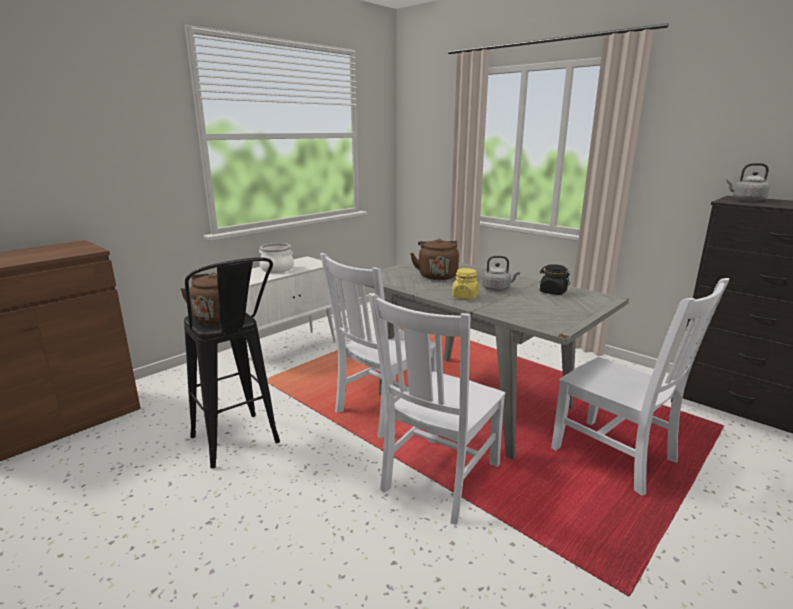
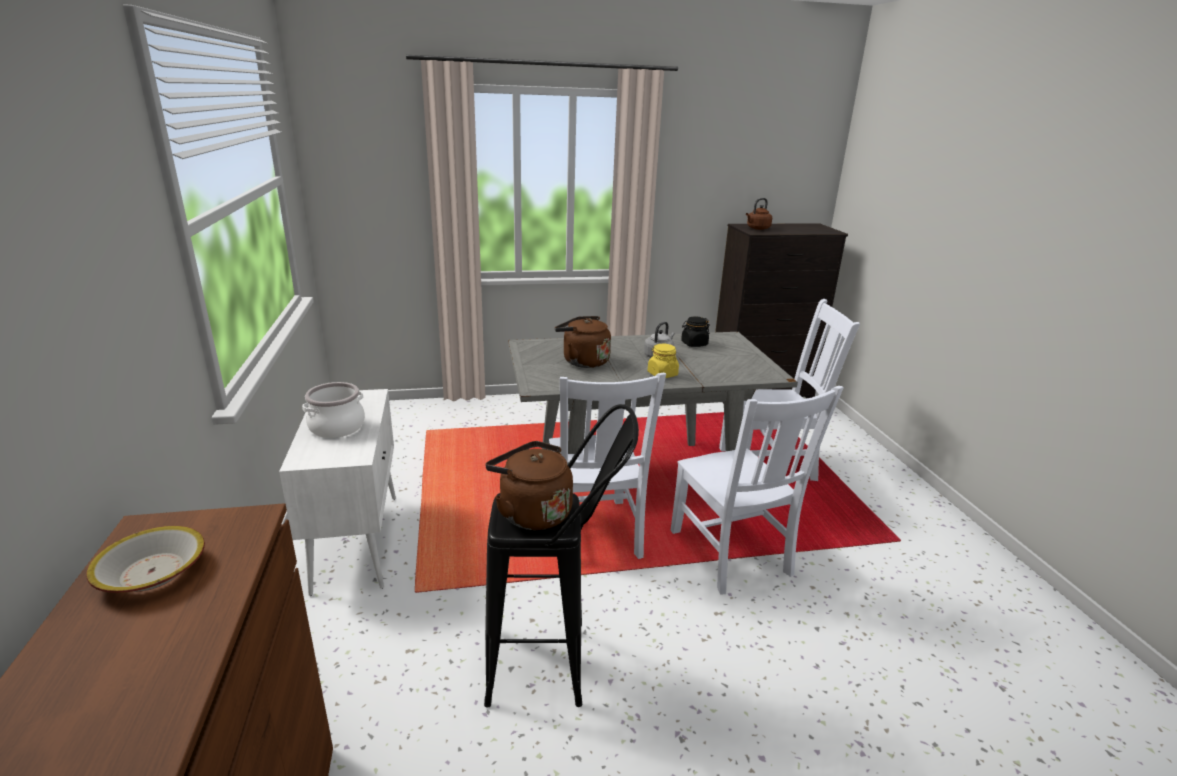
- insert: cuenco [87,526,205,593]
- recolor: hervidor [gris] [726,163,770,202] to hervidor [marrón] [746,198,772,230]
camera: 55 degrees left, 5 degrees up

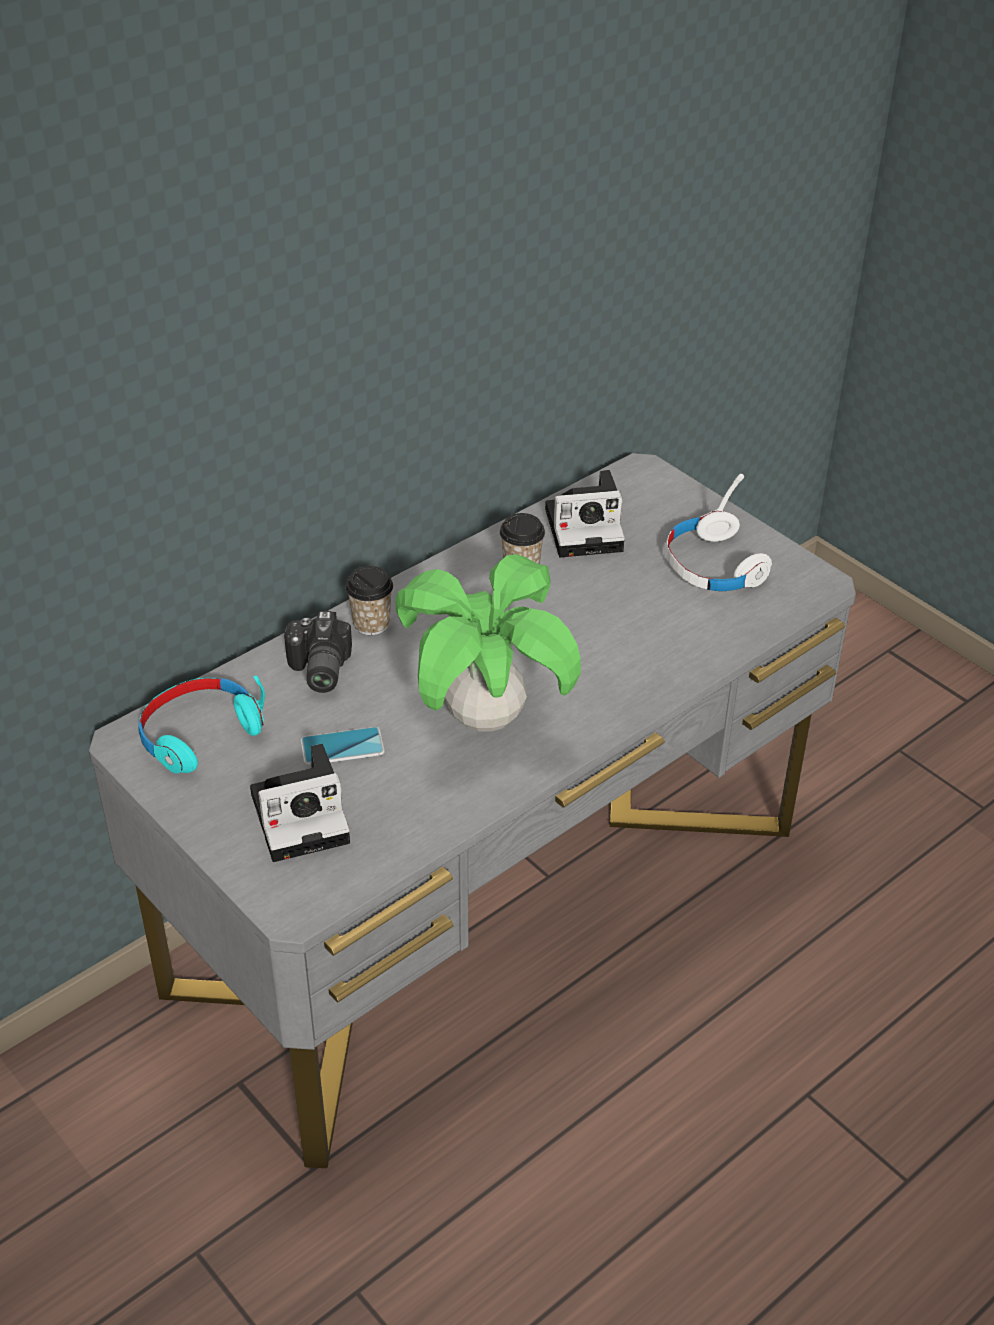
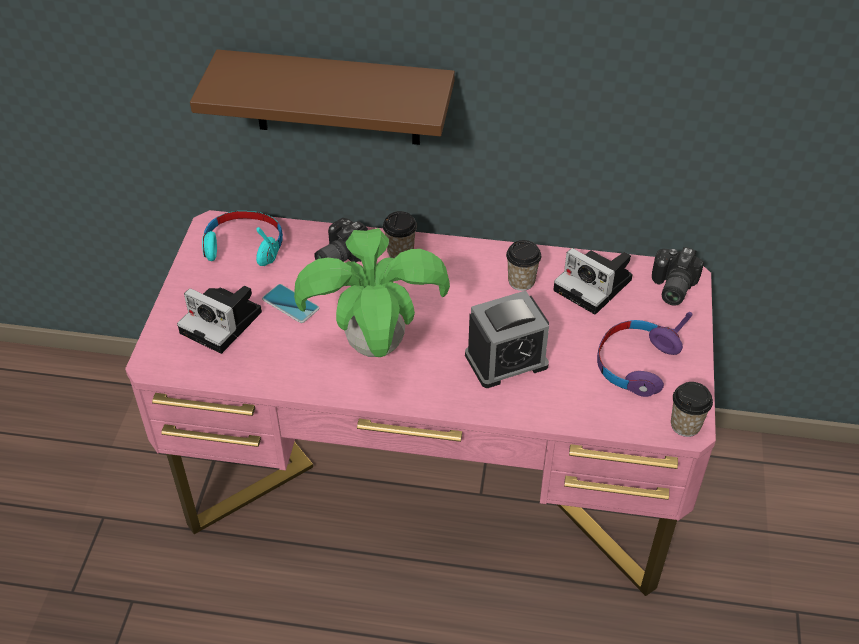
- recolor: escritorio [gris] [89,453,856,1168] to escritorio [rosa] [125,210,716,596]
- insert: estante [marrón] [190,49,455,145]
- insert: despertador [465,290,549,388]
- recolor: auriculares [blanco] [666,474,772,591] to auriculares [morado] [597,312,692,397]
- insert: cámara [652,247,704,306]
- insert: taza [671,382,713,437]
camera: 50 degrees right, 5 degrees up

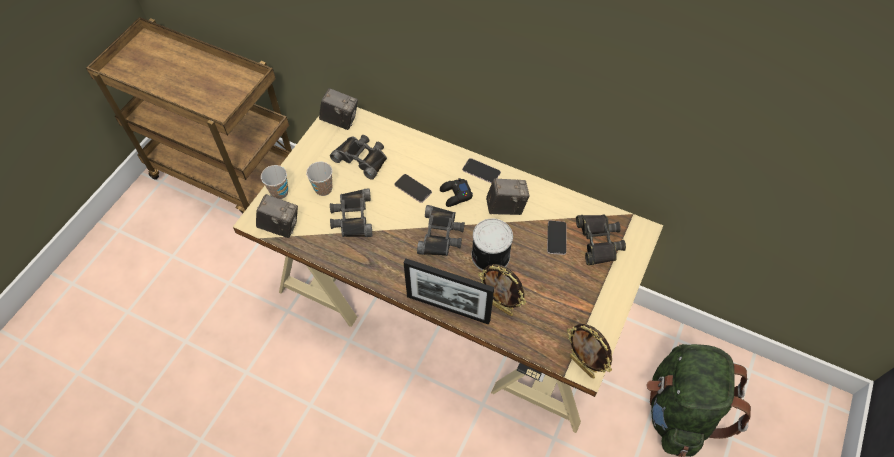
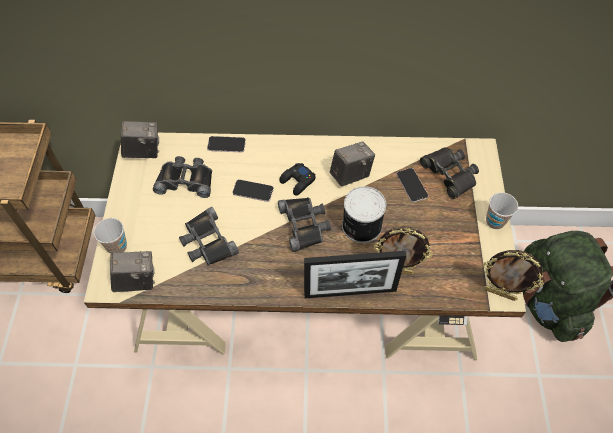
- move: móvil [462,158,501,183] to [207,136,246,152]
- move: taza [306,161,332,196] to [486,192,518,229]
camera: 25 degrees left, 0 degrees up

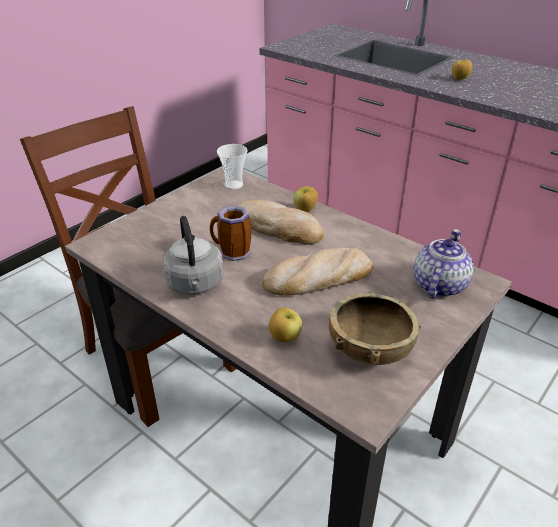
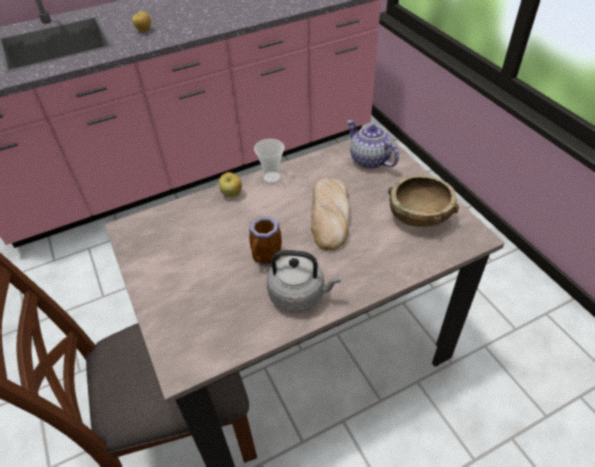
- move: taza [217,144,248,190] to [254,139,285,184]
- delete: pan [237,200,324,245]
- delete: manzana [269,308,302,343]
camera: 65 degrees left, 10 degrees up

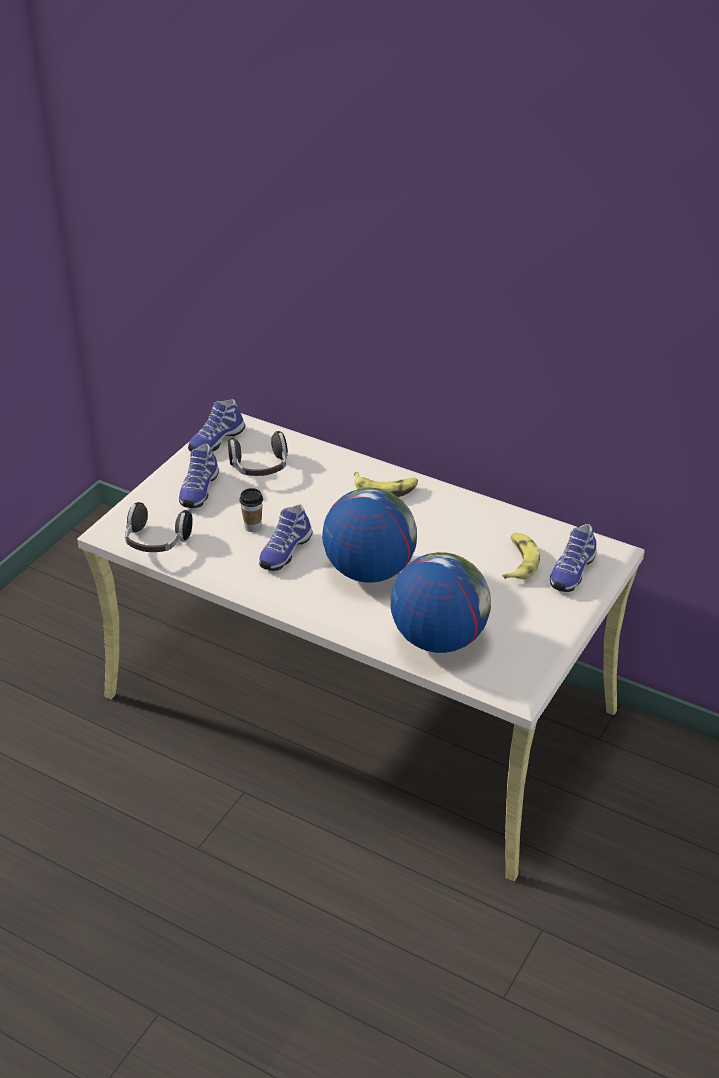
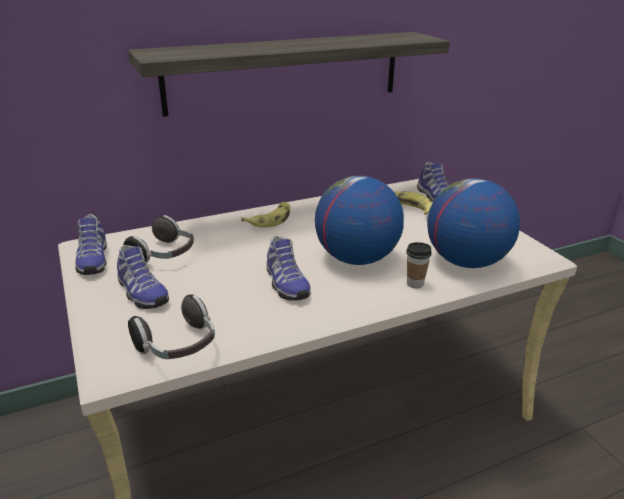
- insert: estante [128,32,450,117]
- move: taza [239,488,263,532] to [406,242,432,288]
camera: 55 degrees left, 10 degrees down

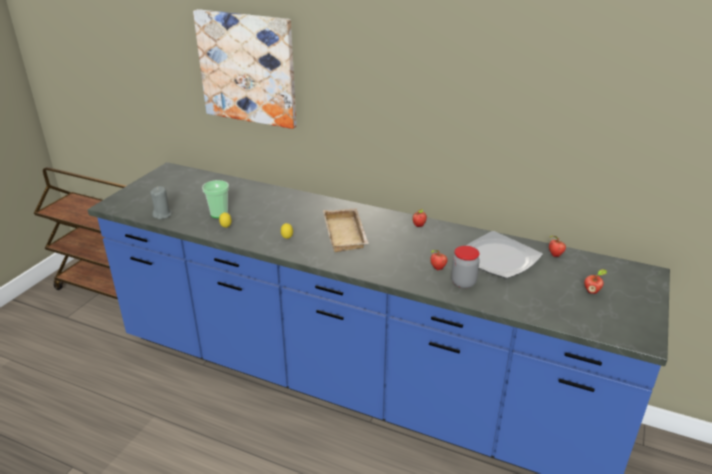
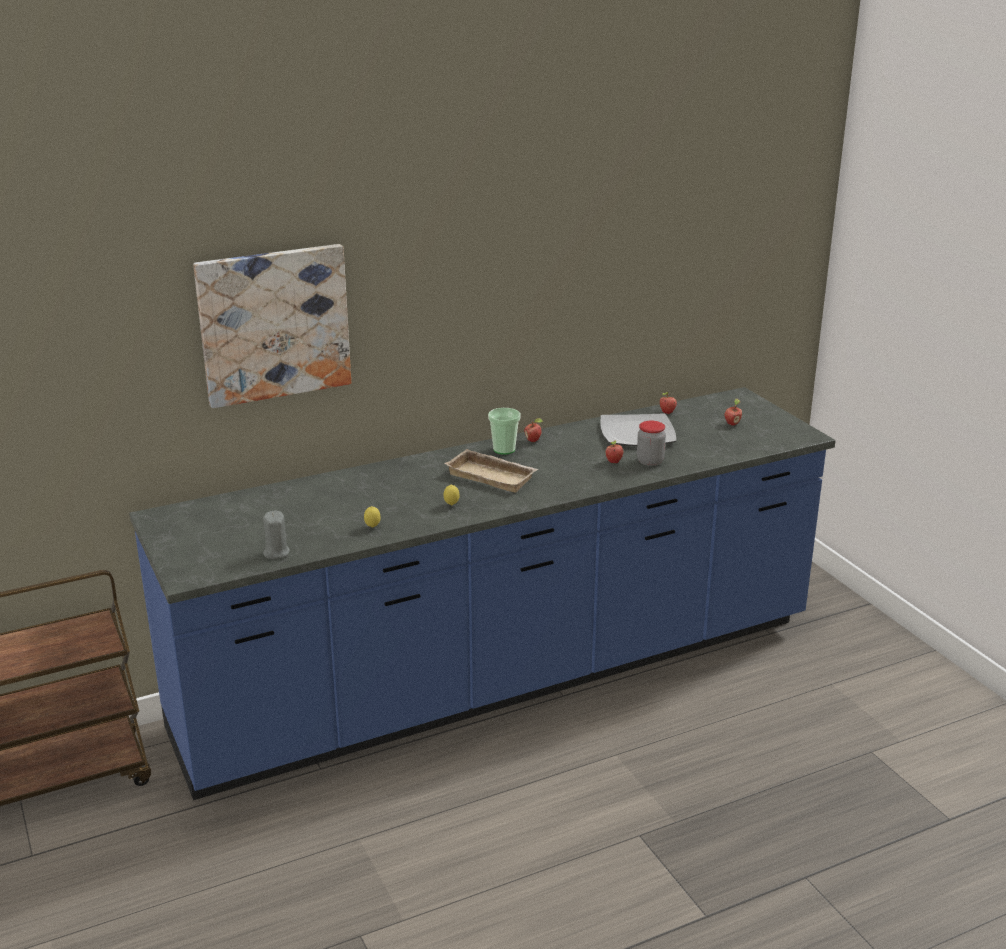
- move: taza [202,180,229,218] to [488,408,521,455]
camera: 50 degrees left, 5 degrees down

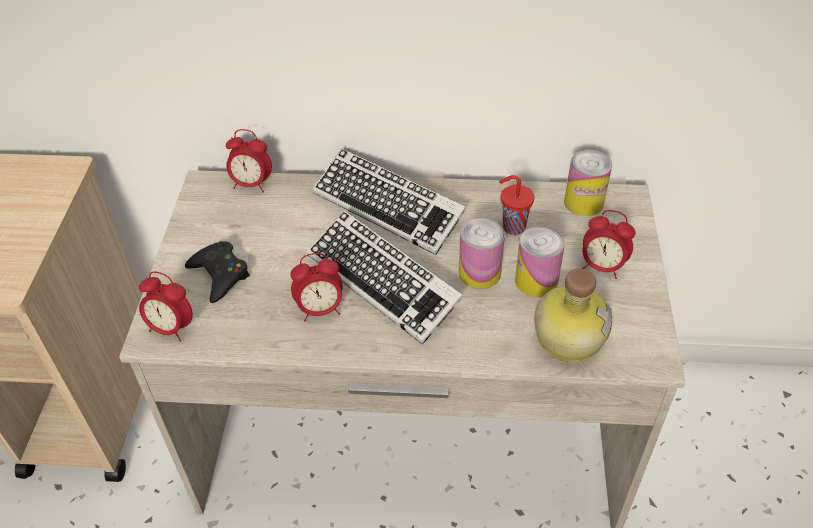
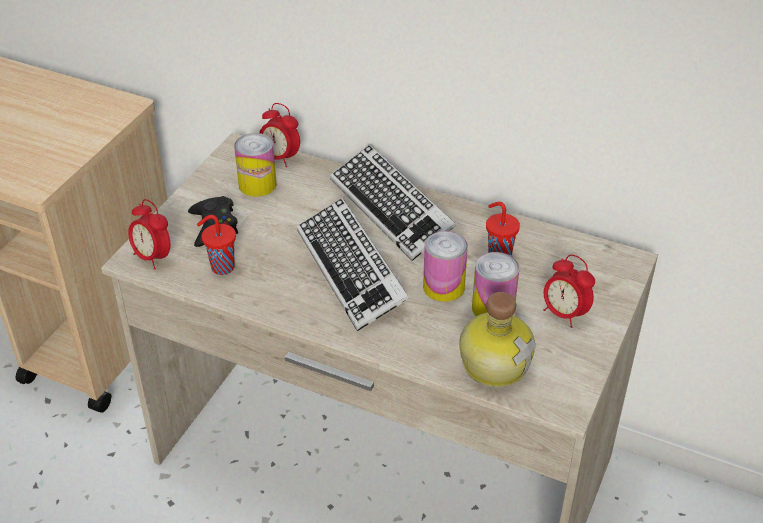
- insert: taza [rojo] [197,215,236,275]
- move: lata [564,150,612,216] to [234,133,276,197]
- delete: despertador [291,253,343,322]
camera: 20 degrees right, 5 degrees down

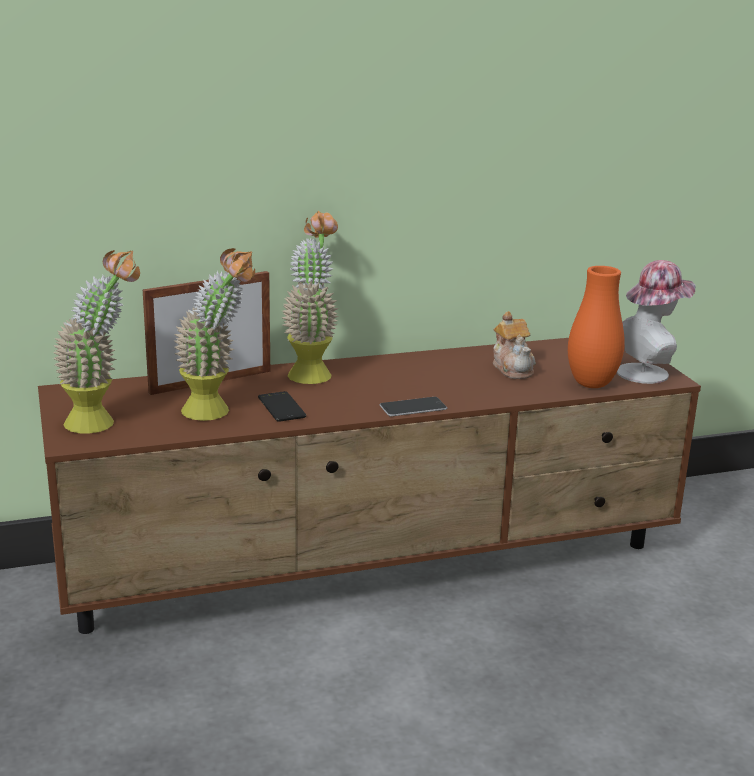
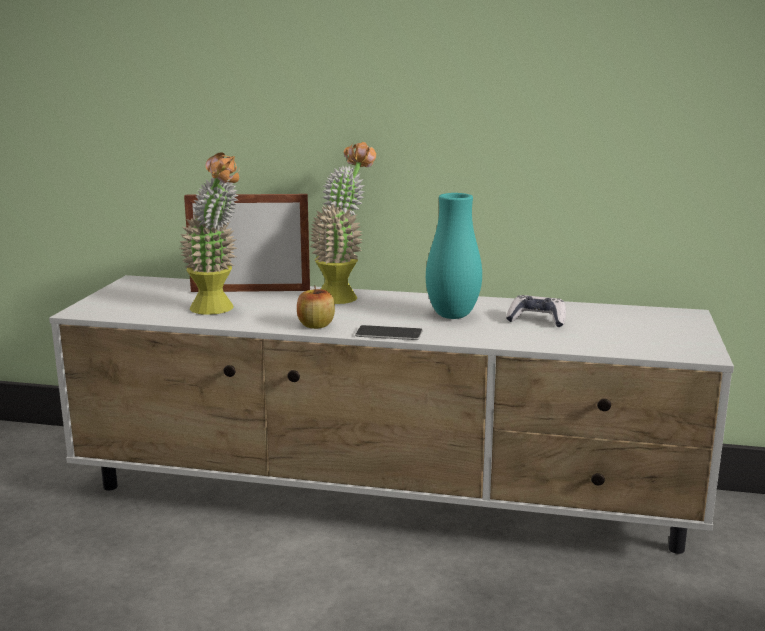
- recolor: mueble de televisión [marrón] [38,338,701,634] to mueble de televisión [blanco] [49,275,734,554]
- insert: manzana [297,285,335,329]
- insert: florero [turquesa] [426,193,482,319]
- replace: tetera [493,311,536,379] to mando de consola [506,295,566,327]
- delete: planta en maceta [53,250,140,434]
- delete: móvil [258,391,306,422]
- delete: florero [naranja] [568,266,625,388]
- delete: sombrero [617,260,696,384]
camera: 30 degrees right, 5 degrees down

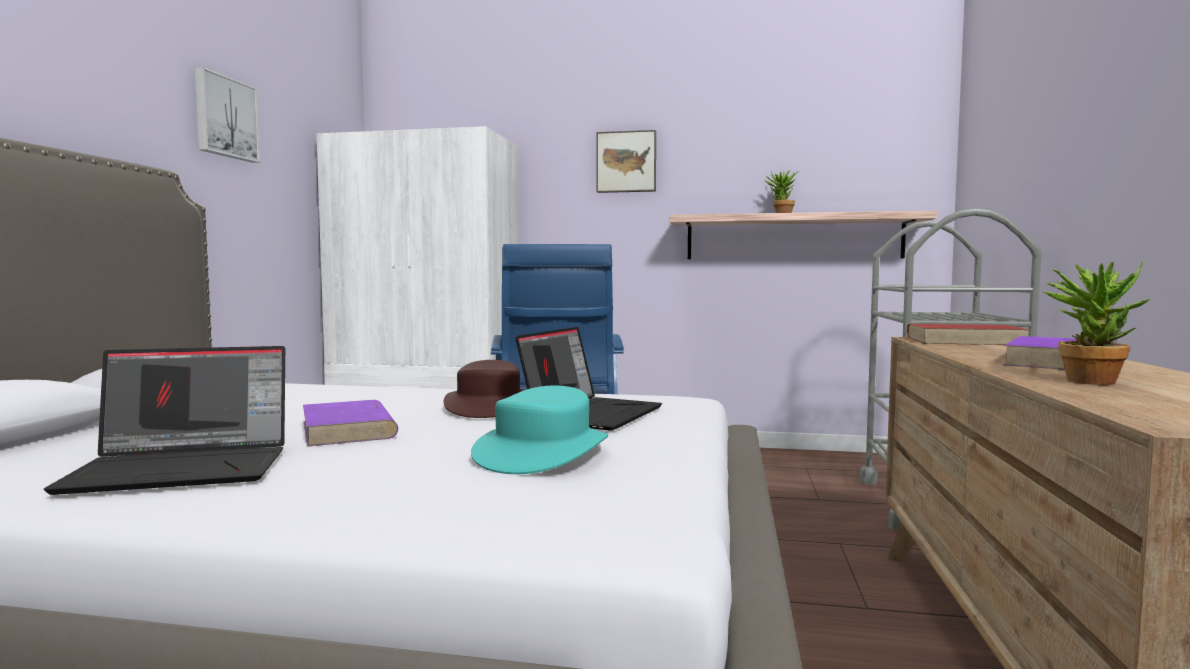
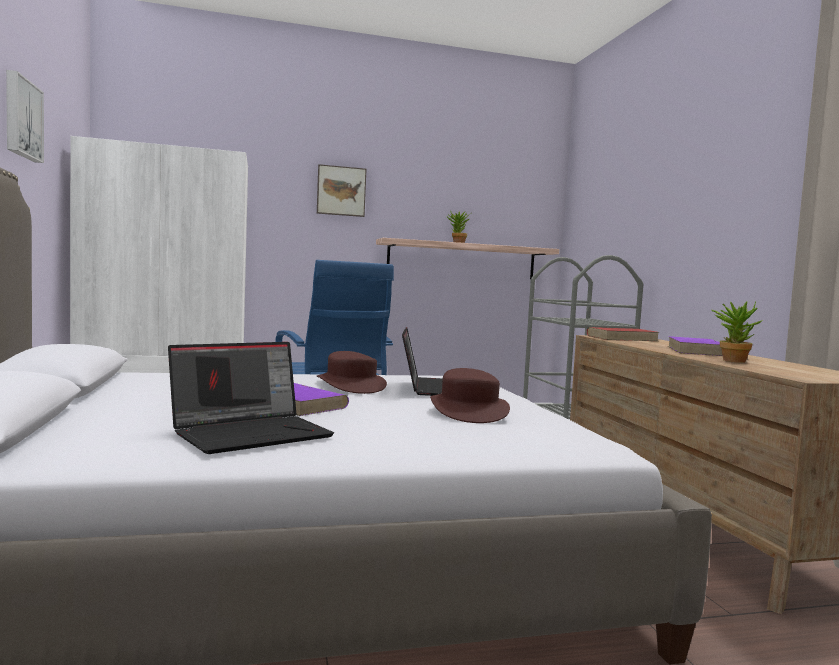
- recolor: sombrero [turquesa] [471,386,608,474] to sombrero [marrón] [430,368,510,423]
camera: 25 degrees left, 0 degrees up

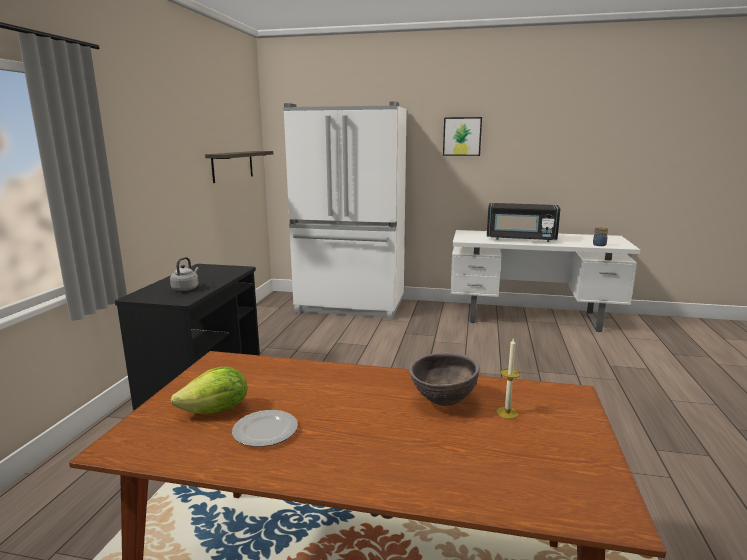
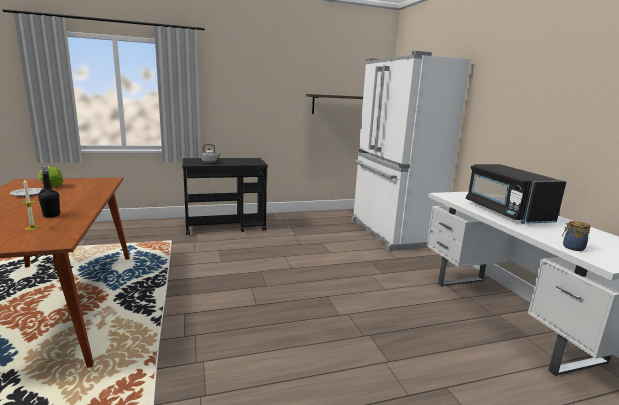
- replace: cuenco [marrón] [409,352,480,406] to botella [negro] [38,166,60,218]
- delete: cuadro [443,117,482,156]
camera: 60 degrees right, 0 degrees up

